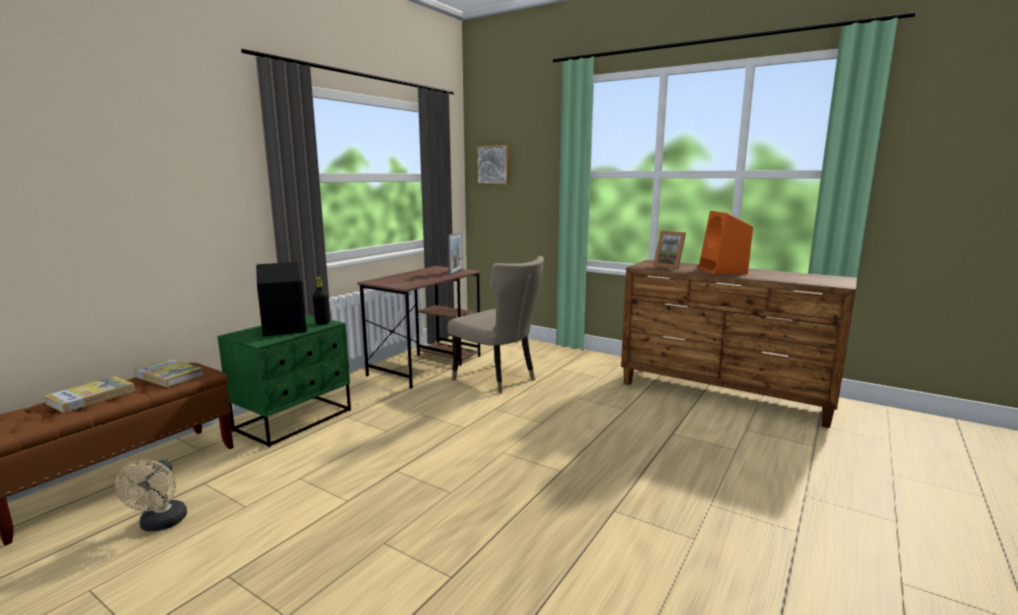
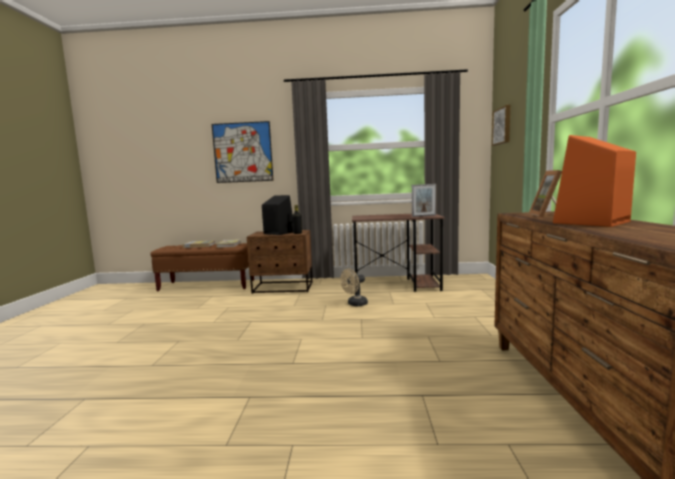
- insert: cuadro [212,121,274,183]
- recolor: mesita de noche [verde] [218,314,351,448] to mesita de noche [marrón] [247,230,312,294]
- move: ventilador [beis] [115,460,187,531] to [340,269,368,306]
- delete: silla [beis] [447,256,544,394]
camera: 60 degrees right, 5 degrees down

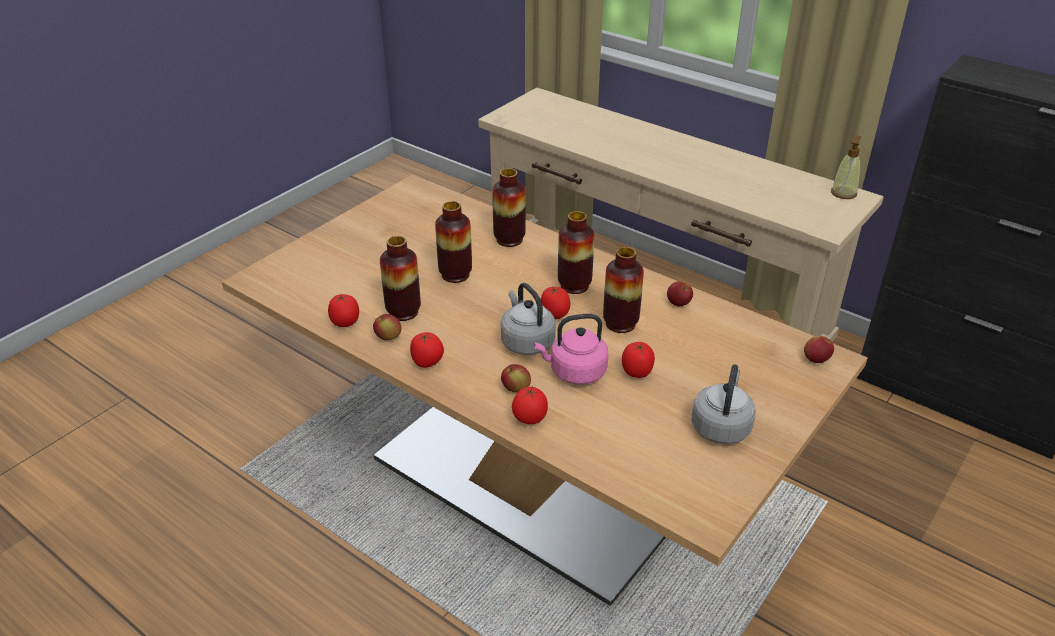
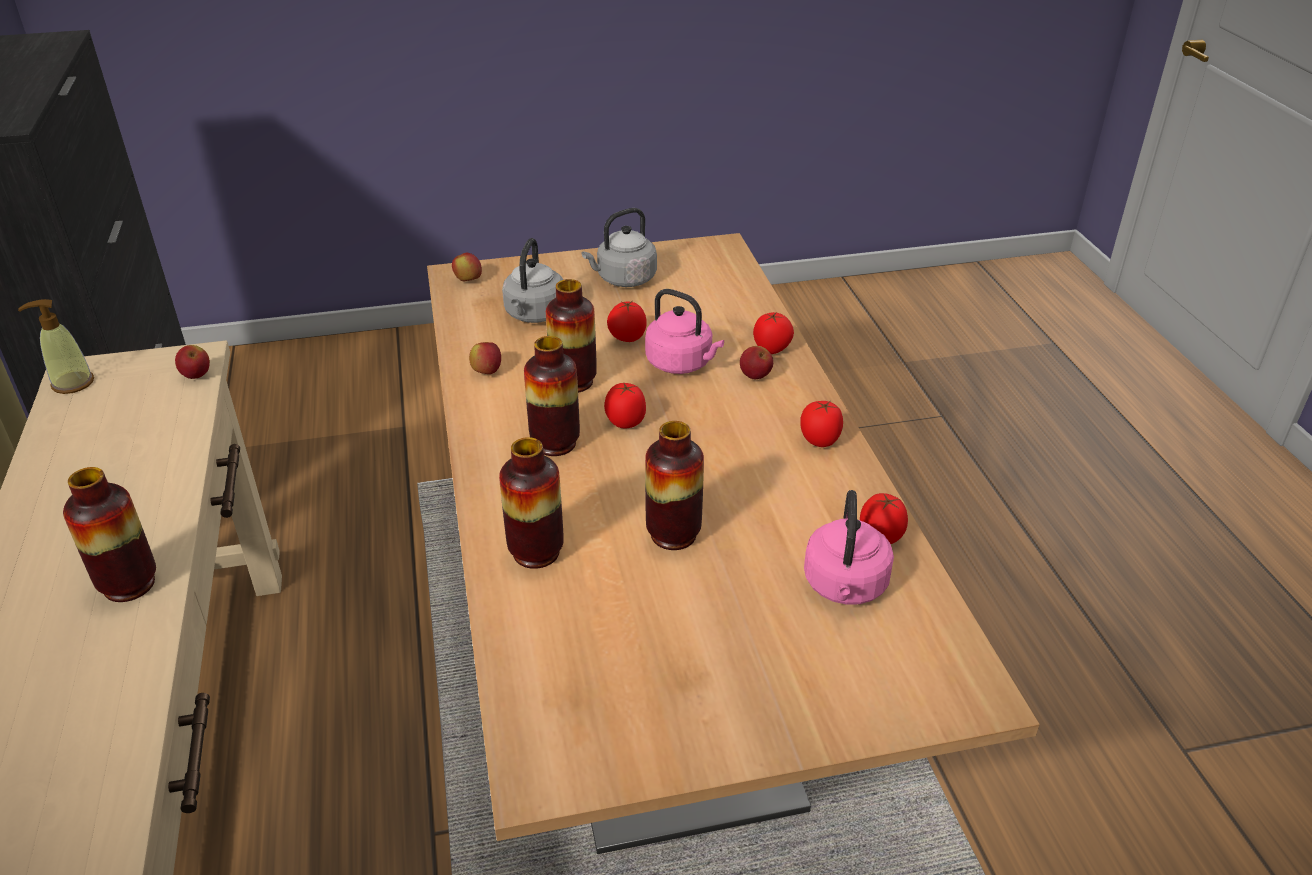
- move: florero [380,236,421,321] to [63,467,156,602]
- move: manzana [373,314,401,340] to [175,345,210,379]
- move: hervidor [gris] [501,283,556,355] to [502,238,563,323]
- insert: hervidor [rosa] [804,490,894,605]
camera: 140 degrees left, 0 degrees up

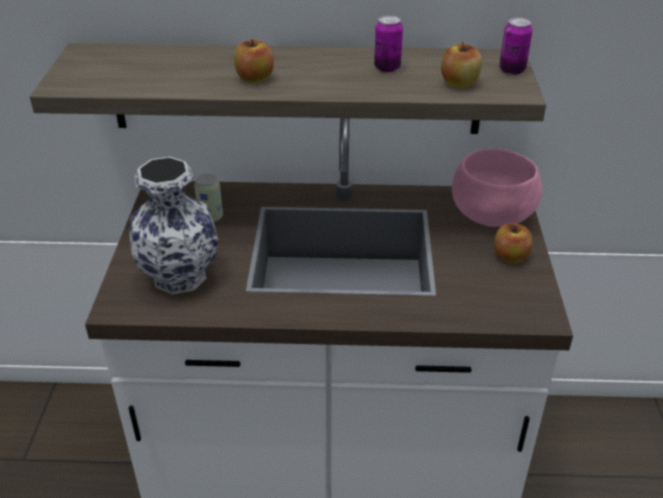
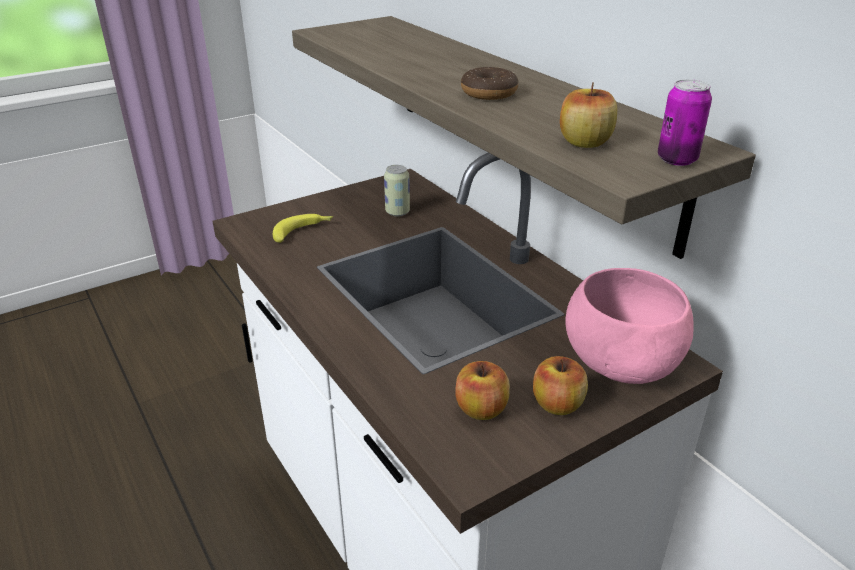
- replace: florero [129,157,219,294] to plátano [273,214,333,243]
- move: manzana [234,38,274,83] to [455,361,510,420]
- insert: rosquilla [461,67,518,100]
- delete: lata [374,15,403,72]
camera: 55 degrees right, 5 degrees down

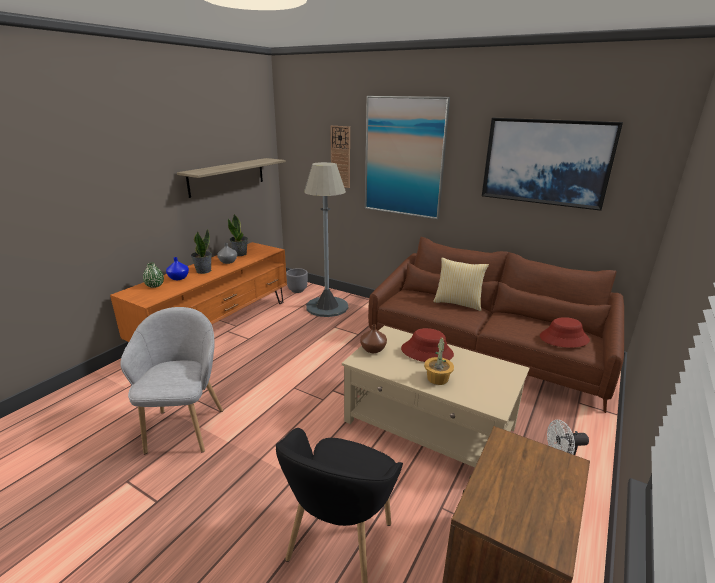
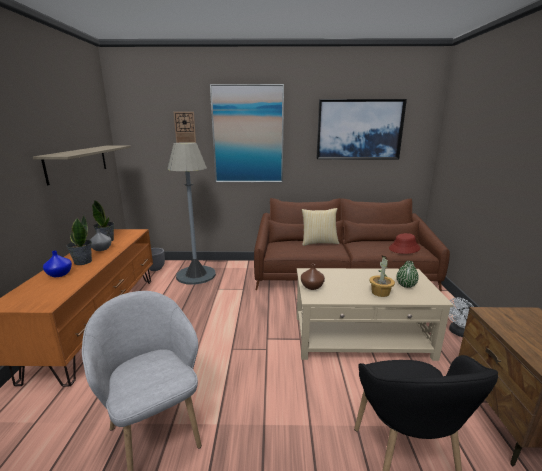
- move: florero [verde] [143,263,164,288] to [397,261,419,288]
- delete: sombrero [rojo] [401,328,454,362]
camera: 30 degrees left, 5 degrees down

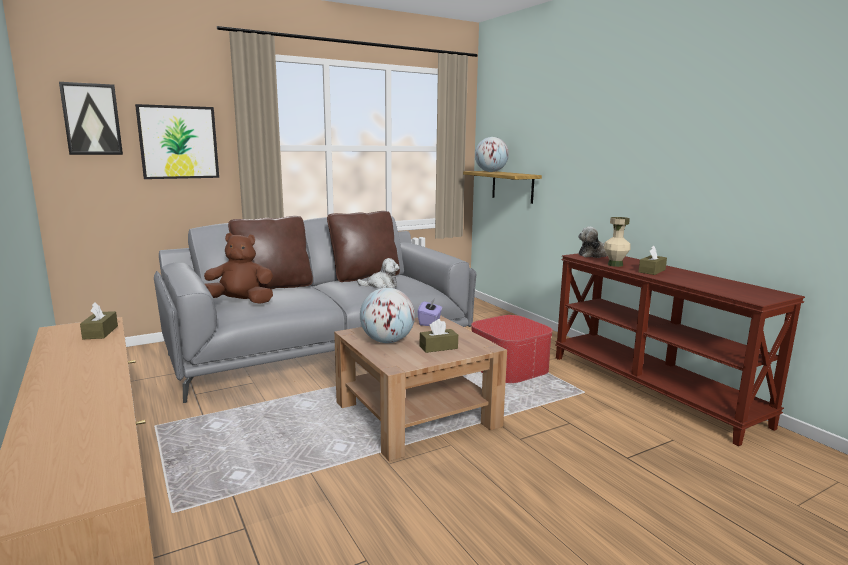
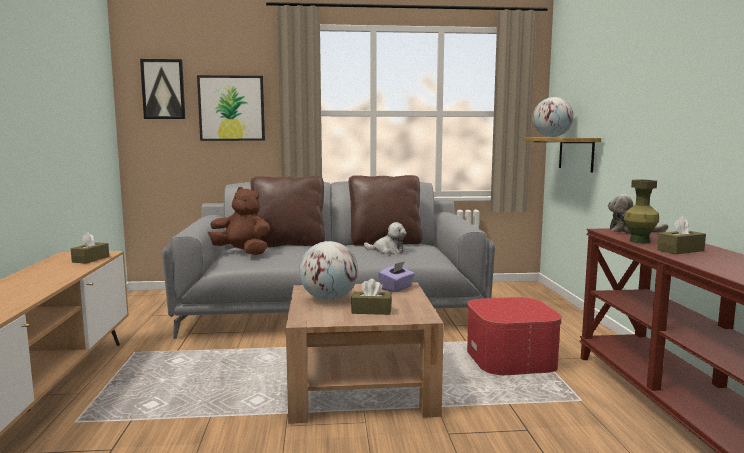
- recolor: florero [beis] [604,217,630,267] to florero [verde] [624,179,659,243]
camera: 25 degrees right, 5 degrees down

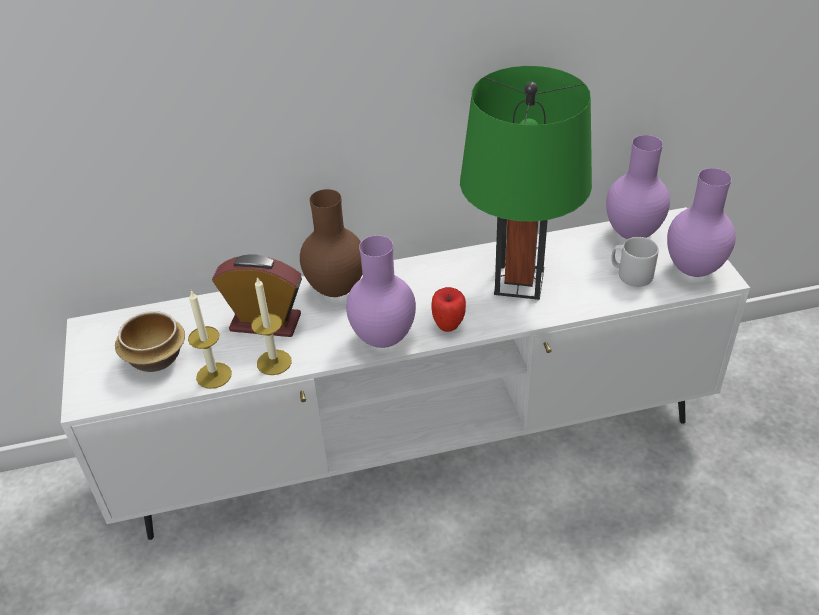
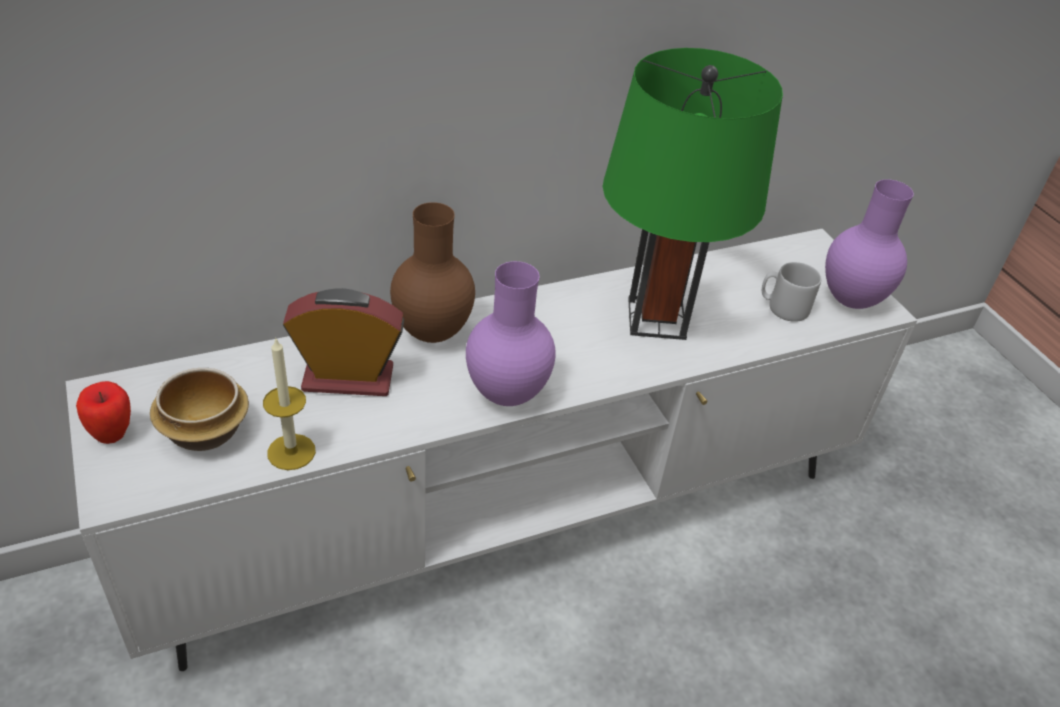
- move: manzana [431,287,466,332] to [76,381,131,444]
- delete: vela [251,276,292,375]
- delete: florero [morado] [606,135,670,239]
camera: 15 degrees left, 0 degrees up

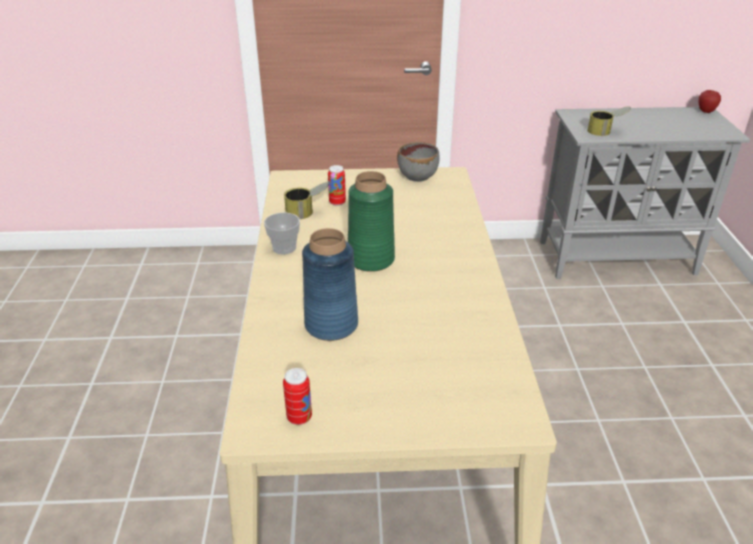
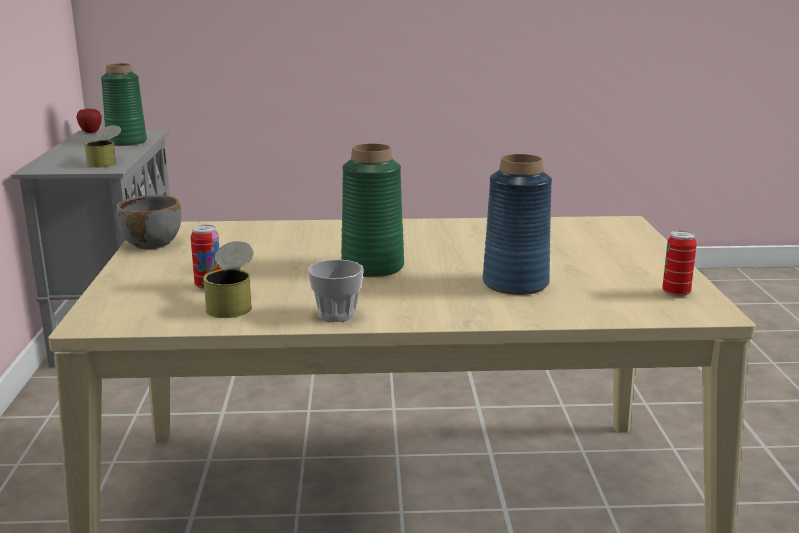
- insert: florero [verde] [101,63,147,146]
camera: 90 degrees left, 15 degrees down

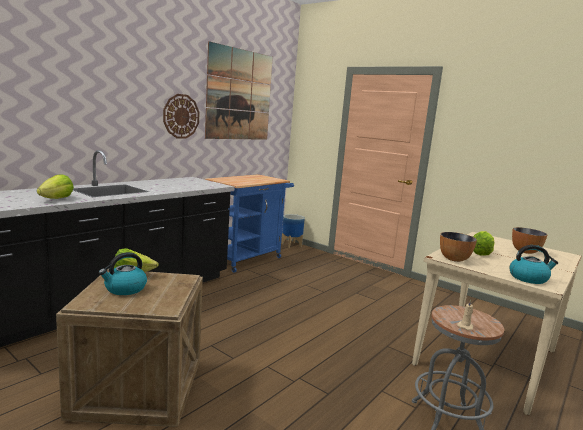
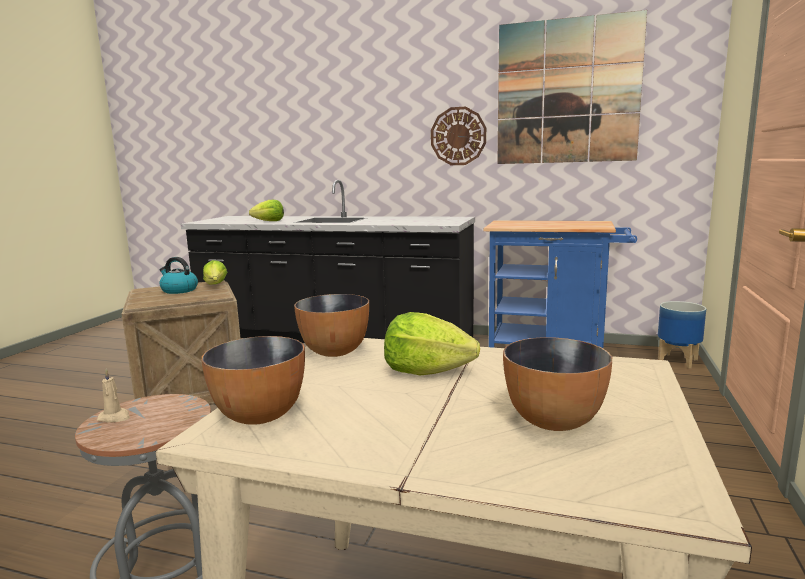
- replace: hervidor [509,245,558,284] to cuenco [202,336,305,425]
camera: 70 degrees right, 0 degrees up

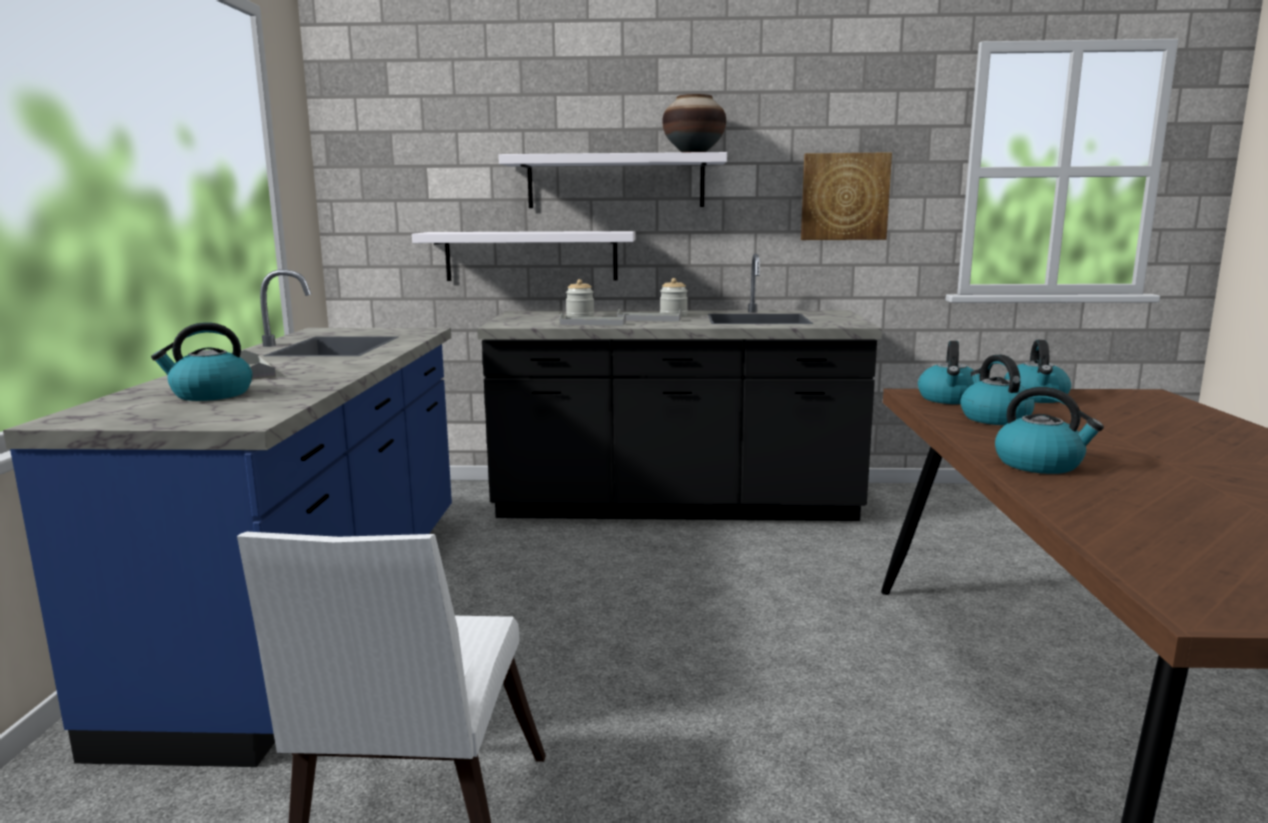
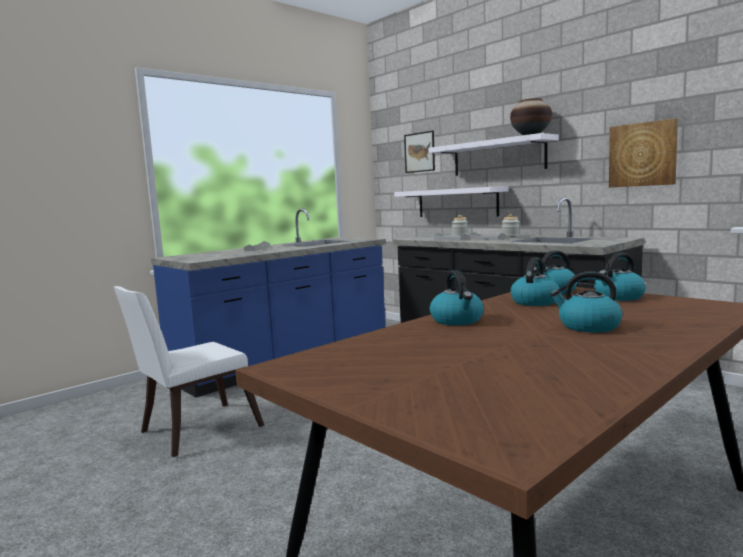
- insert: cuadro [404,130,435,173]
- move: hervidor [151,322,252,401] to [550,271,622,332]
camera: 45 degrees right, 5 degrees down

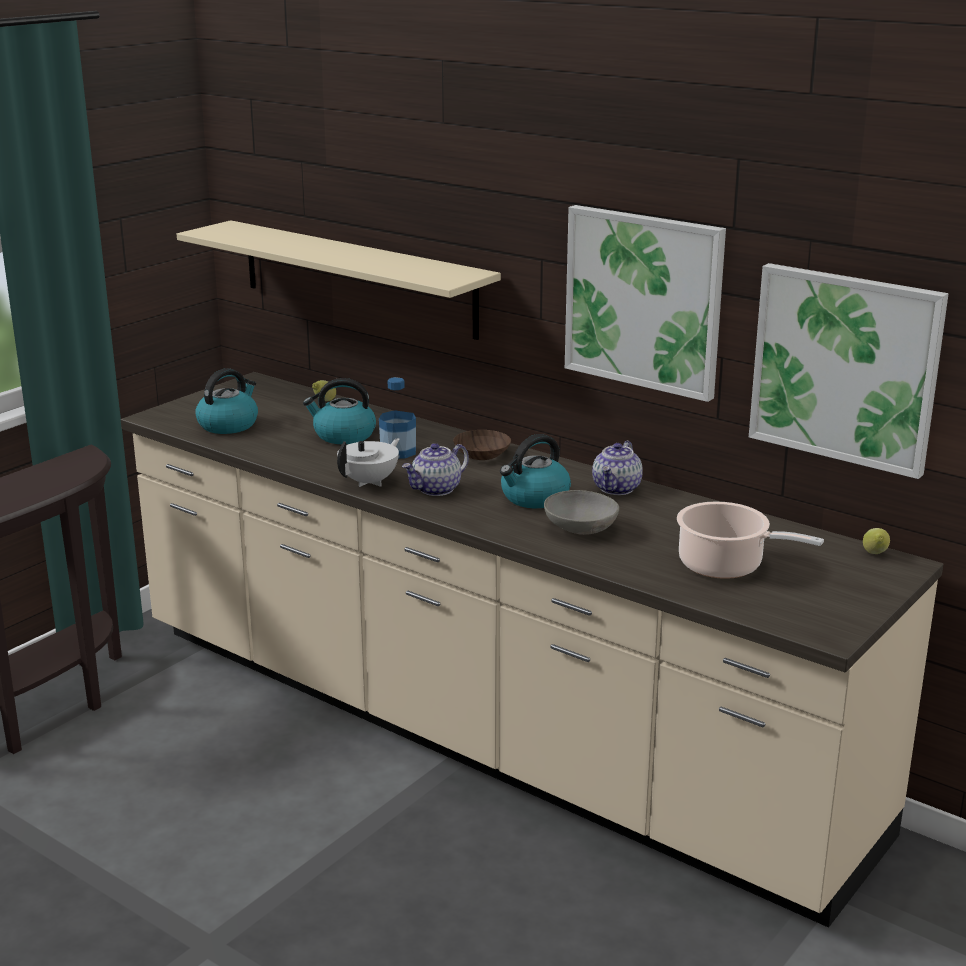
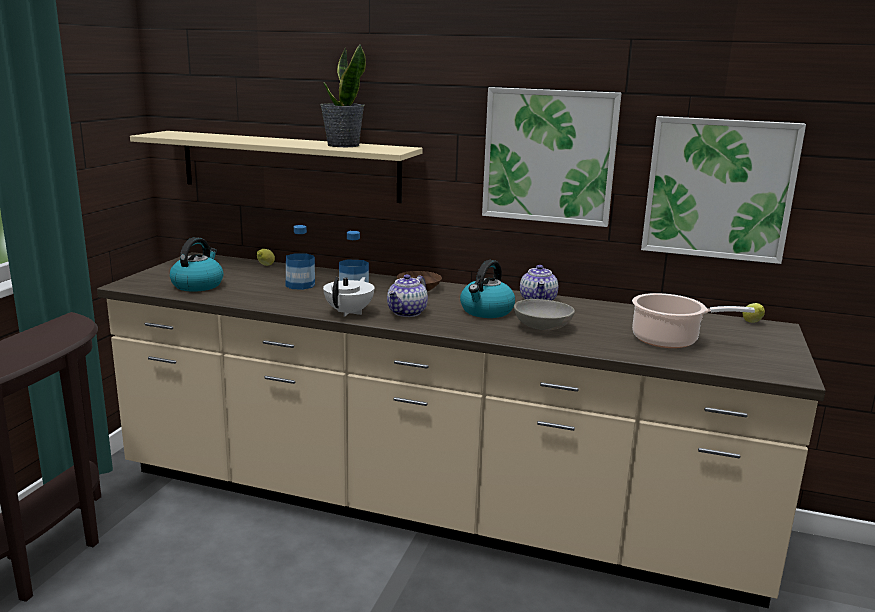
- replace: hervidor [303,378,376,444] to botella [286,225,315,290]
- insert: planta en maceta [320,43,366,147]
camera: 20 degrees left, 5 degrees down

